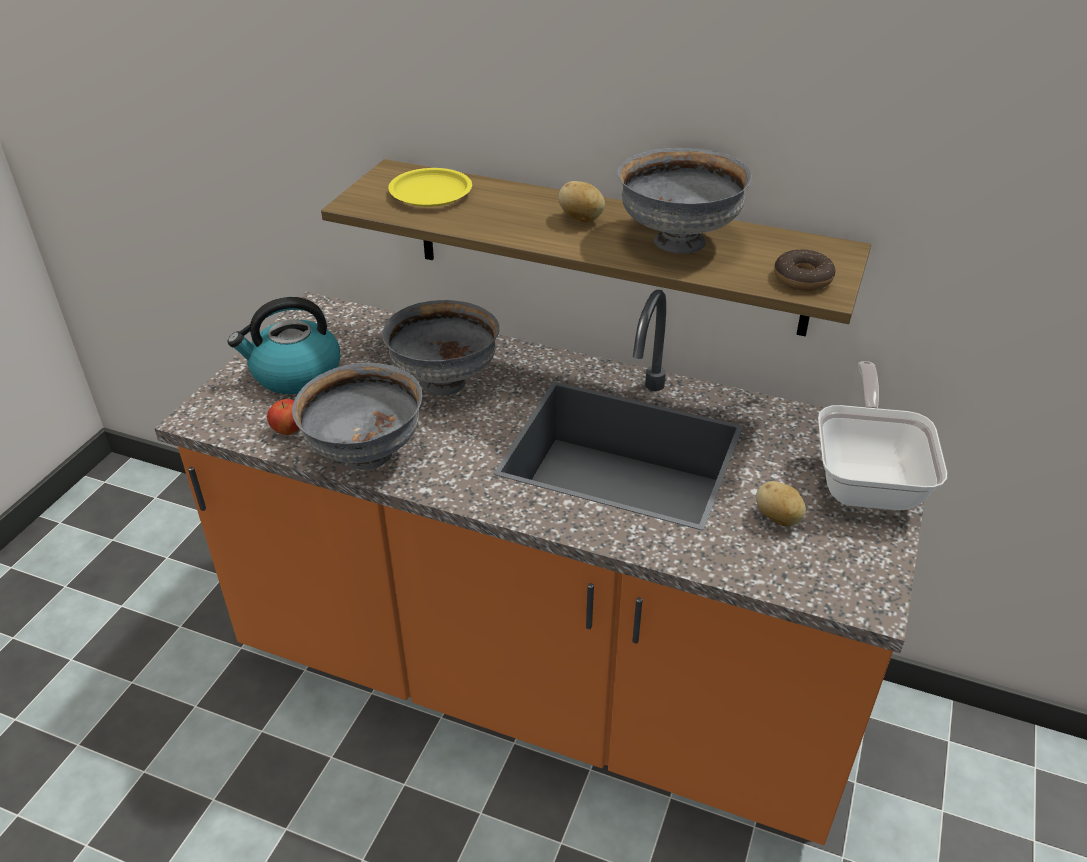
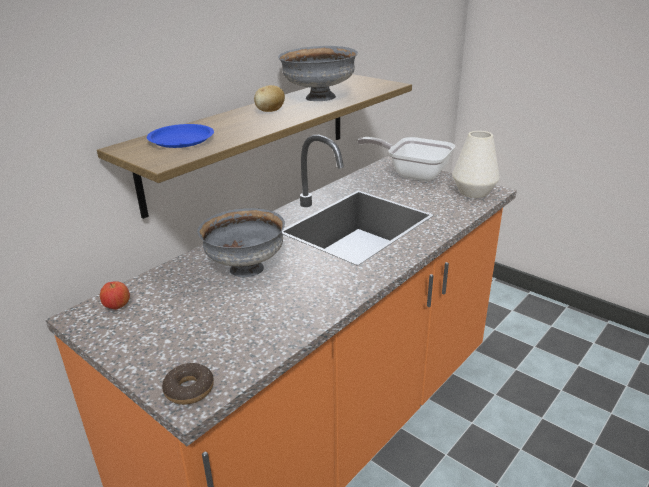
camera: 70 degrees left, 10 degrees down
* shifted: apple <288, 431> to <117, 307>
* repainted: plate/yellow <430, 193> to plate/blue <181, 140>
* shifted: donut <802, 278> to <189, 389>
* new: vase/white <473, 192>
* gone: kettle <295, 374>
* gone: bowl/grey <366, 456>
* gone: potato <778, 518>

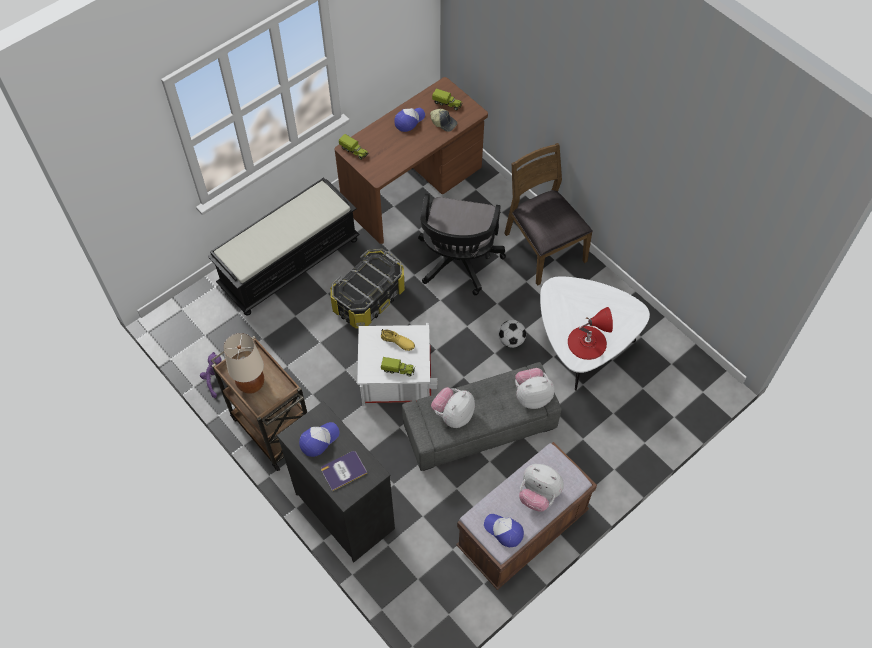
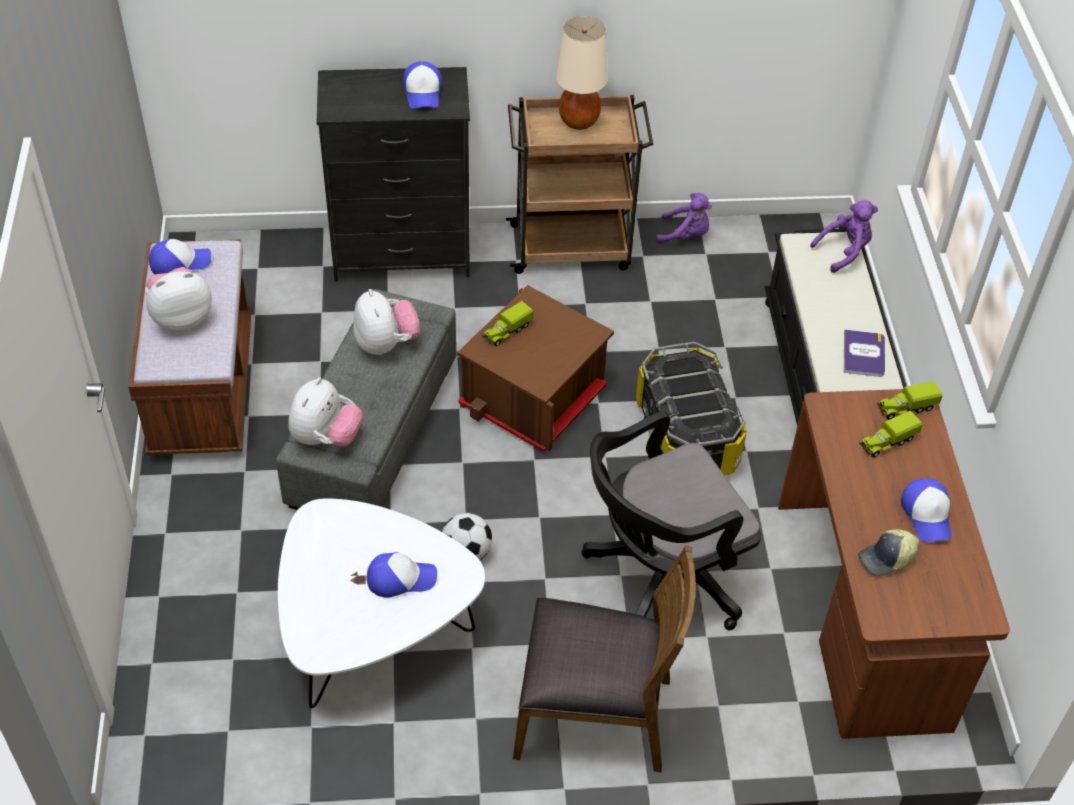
camera: 125 degrees right, 10 degrees down
* new: cap <400, 578>
* repainted: storage box/white <395, 375> to storage box/brown <535, 395>
* rotated: office chair/black <458, 264> = <660, 576> 75 degrees counterclockwise
* new: plush toy/purple <844, 251>
* shifted: book <343, 470> to <863, 354>
* shifted: toy truck <447, 104> to <887, 442>
* gone: shoe/yellow <397, 342>
* gone: table lamp/red <587, 342>

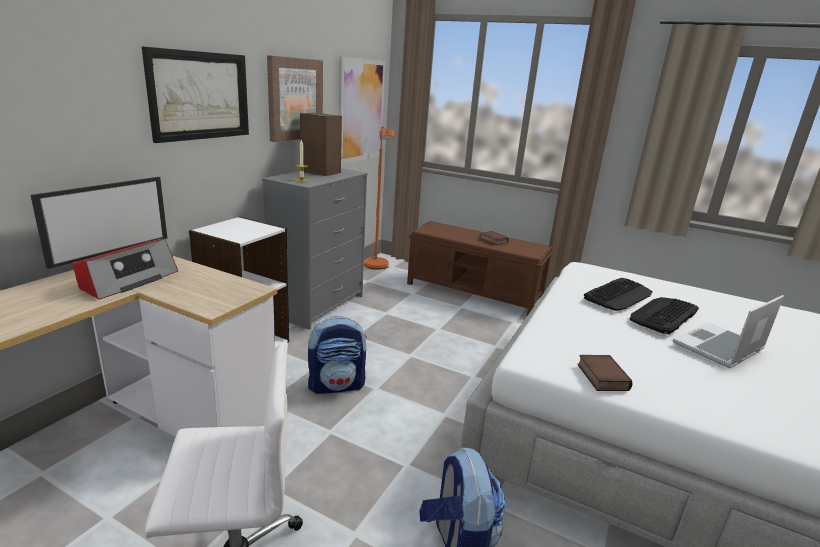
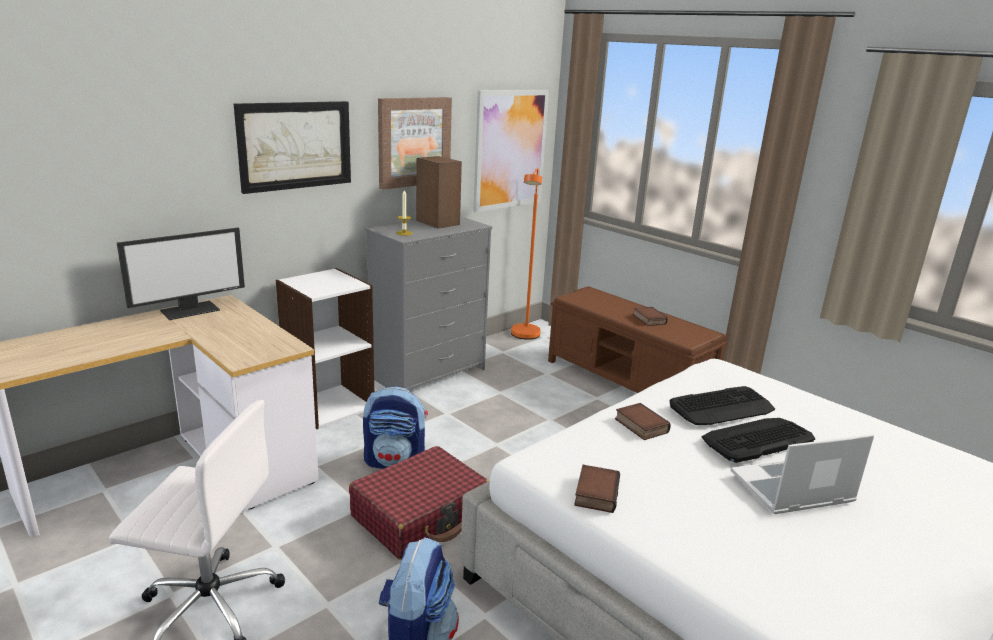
camera: 20 degrees right, 0 degrees up
* new: suitcase/red <421, 515>
* new: book <639, 425>
* gone: radio <128, 280>

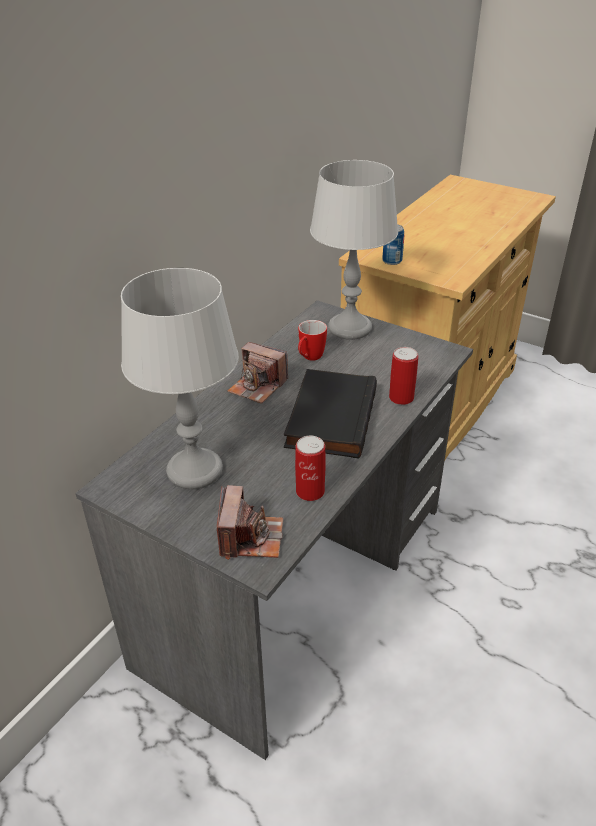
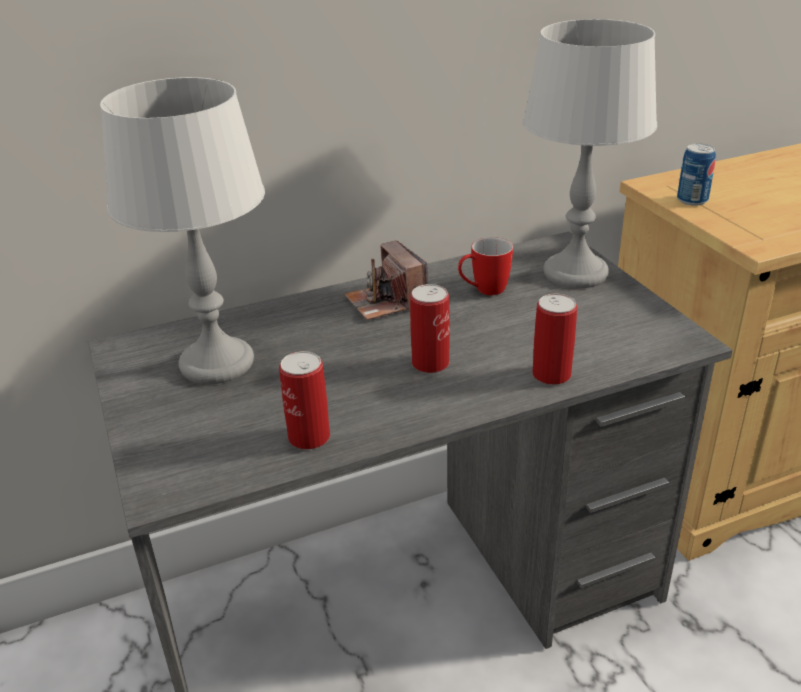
camera: 35 degrees right, 5 degrees down
* swapped: book/black <329, 417> to can <430, 363>
* gone: photo camera <250, 537>

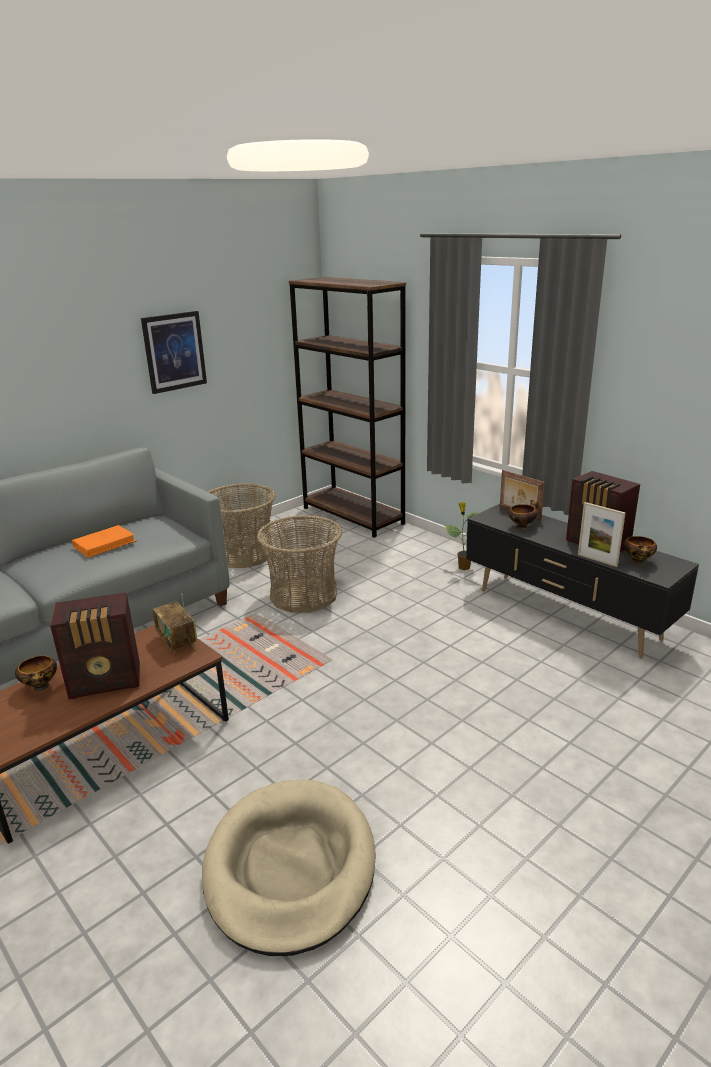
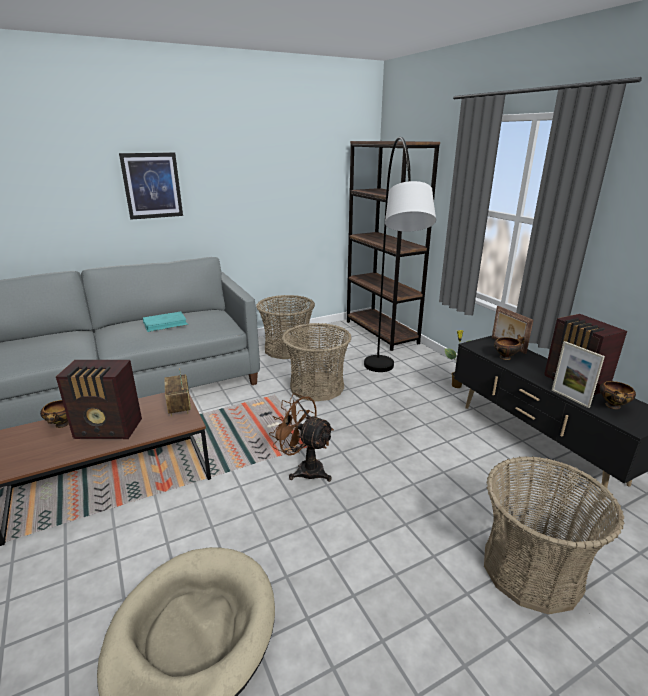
camera: 15 degrees right, 0 degrees up
* shifted: picture <174, 352> to <152, 185>
* repainted: book/orange <105, 544> to book/turquoise <165, 324>
* new: fan/brown <304, 469>
* new: floor lamp/grey <386, 394>
* new: basket <532, 570>

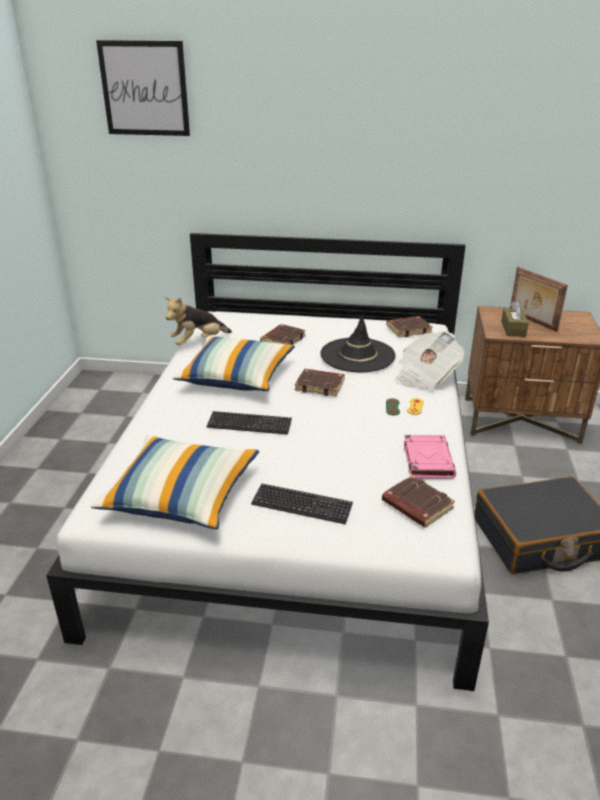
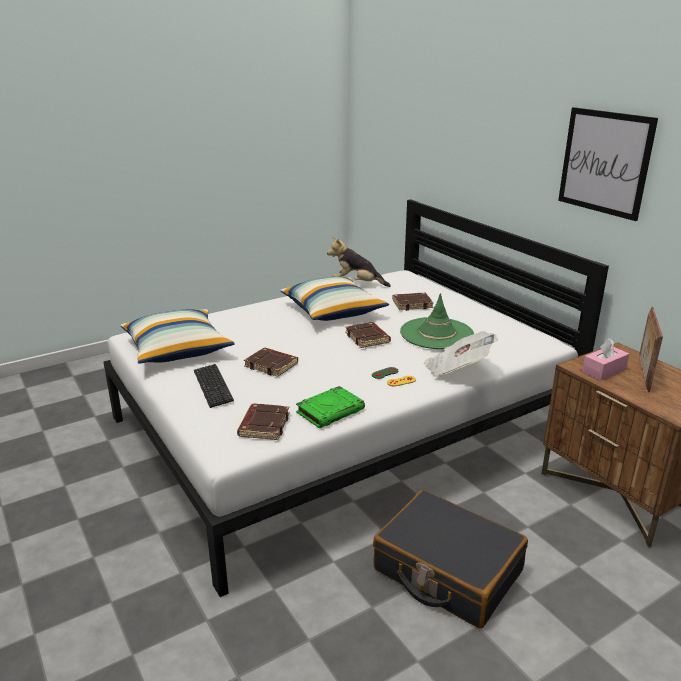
camera: 50 degrees right, 5 degrees down
* shifted: book/brown <408, 329> to <272, 365>
* repainted: book/pink <427, 460> to book/green <330, 411>
* repainted: hat/black <357, 355> to hat/green <436, 333>
* shifted: picture <144, 89> to <604, 162>
* repainted: tissue box/brown <513, 329> to tissue box/pink <604, 370>
* gone: keyboard <249, 424>

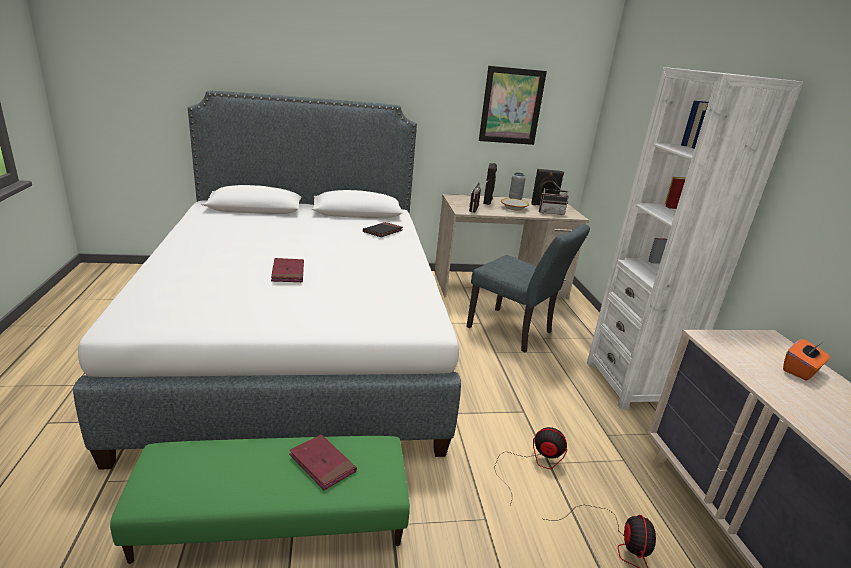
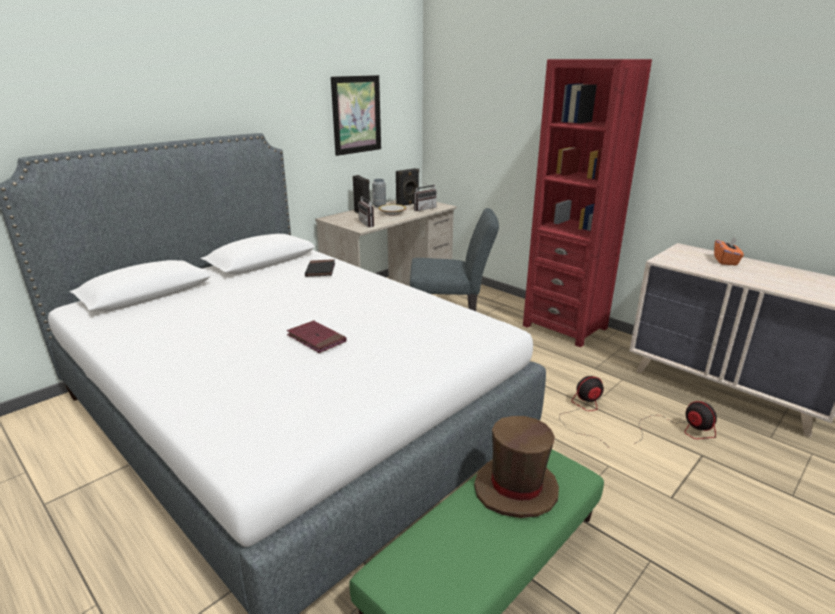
camera: 35 degrees left, 0 degrees up
* swapped: book/red <322, 464> to hat/brown <516, 489>
* repainted: bookcase/white <632, 384> to bookcase/red <565, 327>

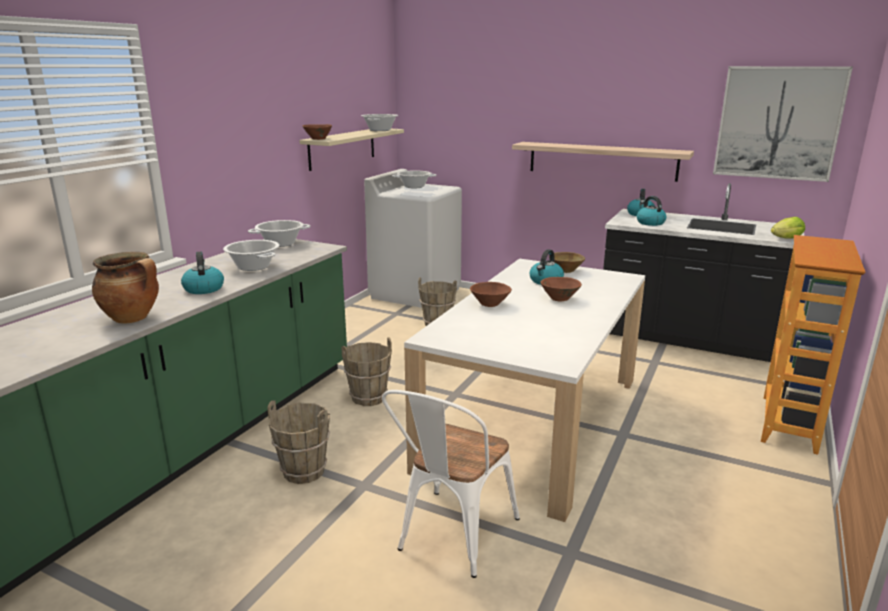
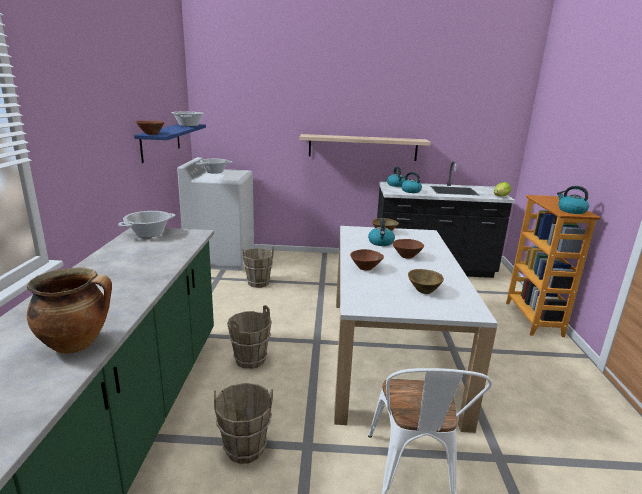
camera: 25 degrees left, 0 degrees up
* repainted: shelf/beige <342, 148> to shelf/blue <161, 141>
* new: bowl/brown <423, 290>
* shifted: kettle <203, 288> to <571, 211>
* gone: cooking pot <254, 266>
* gone: picture <778, 123>

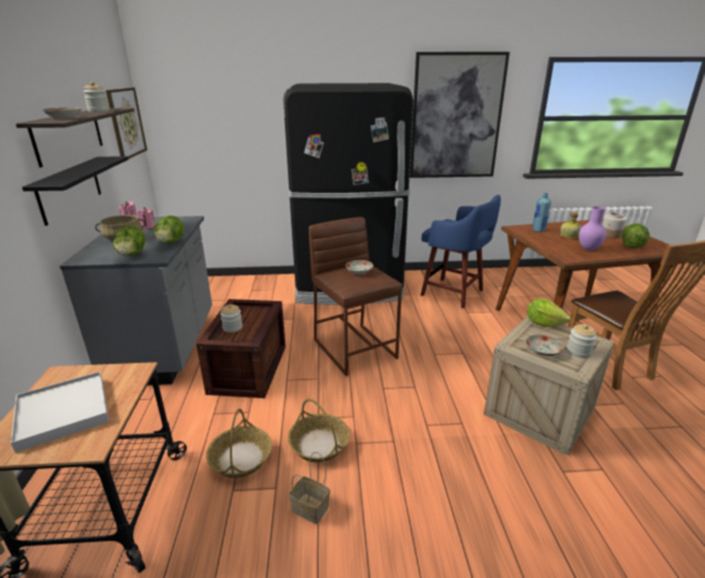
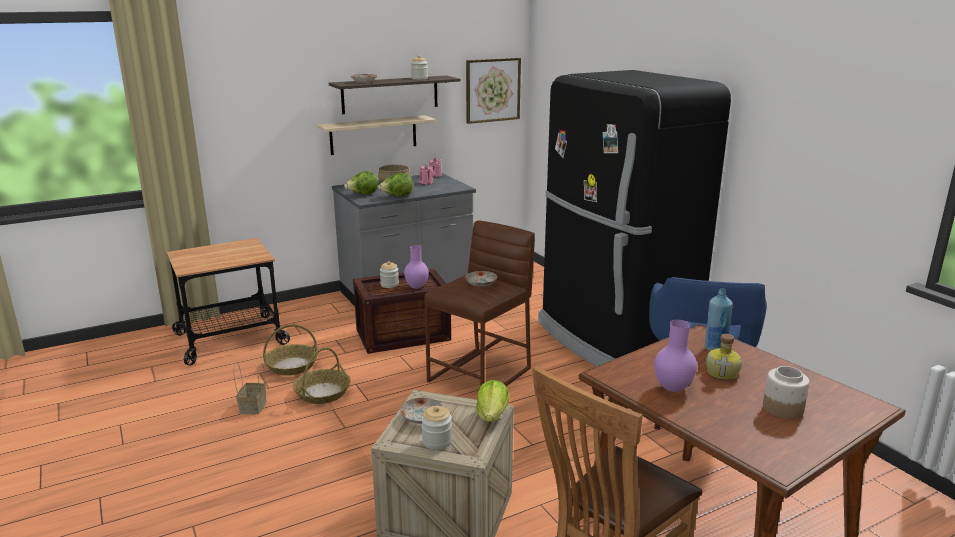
camera: 65 degrees right, 5 degrees down
* repainted: shelf/black <70, 189> to shelf/beige <373, 135>
* new: vase/purple <416, 287>
* gone: tray/white <63, 412>
* gone: picture <456, 117>
* gone: lettuce <632, 246>

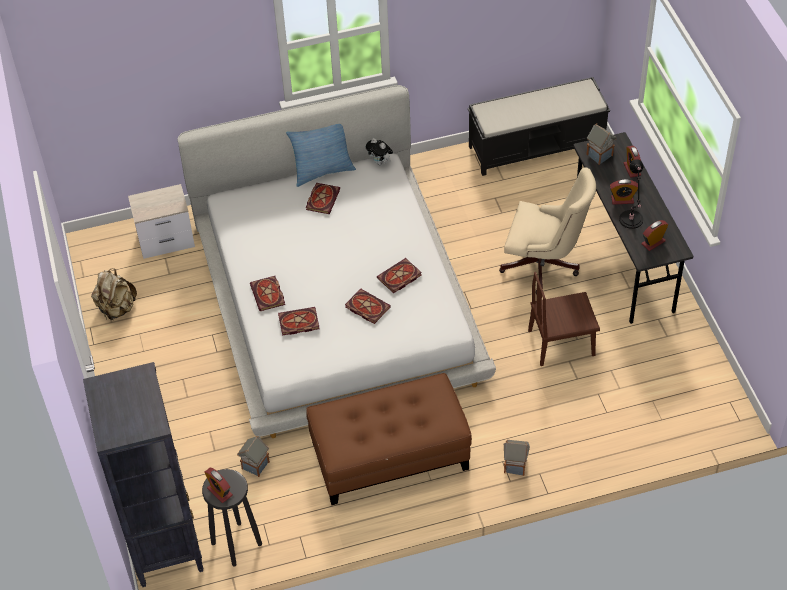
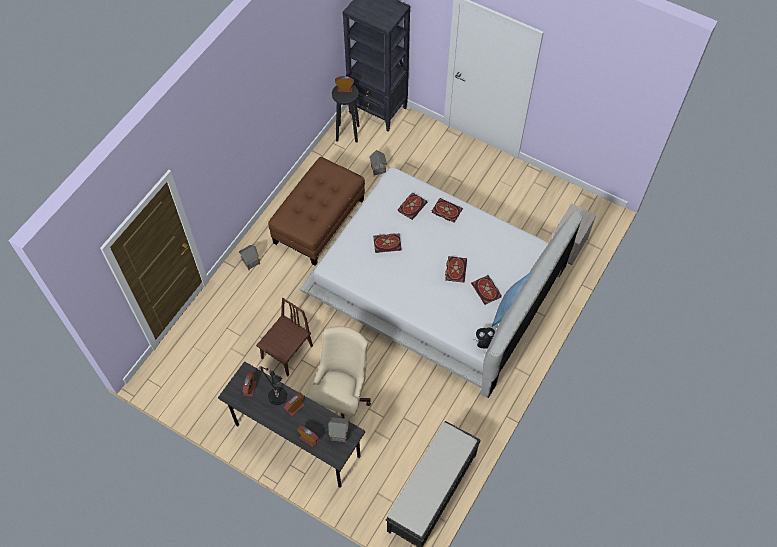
camera: 135 degrees right, 10 degrees up
* rotated: office chair/beige <544, 266> = <341, 397> 135 degrees clockwise
* shifted: book <399, 277> to <455, 269>
* gone: backpack/beige <116, 308>

